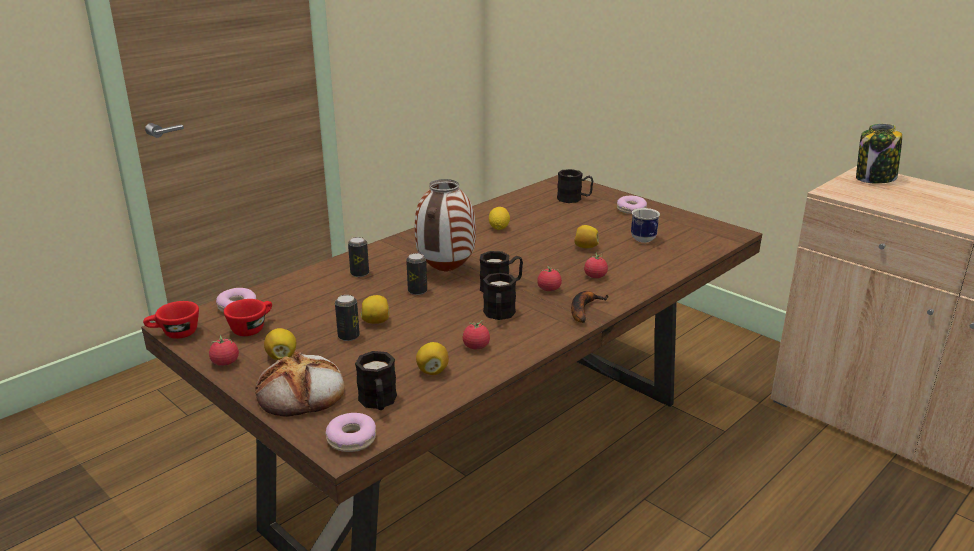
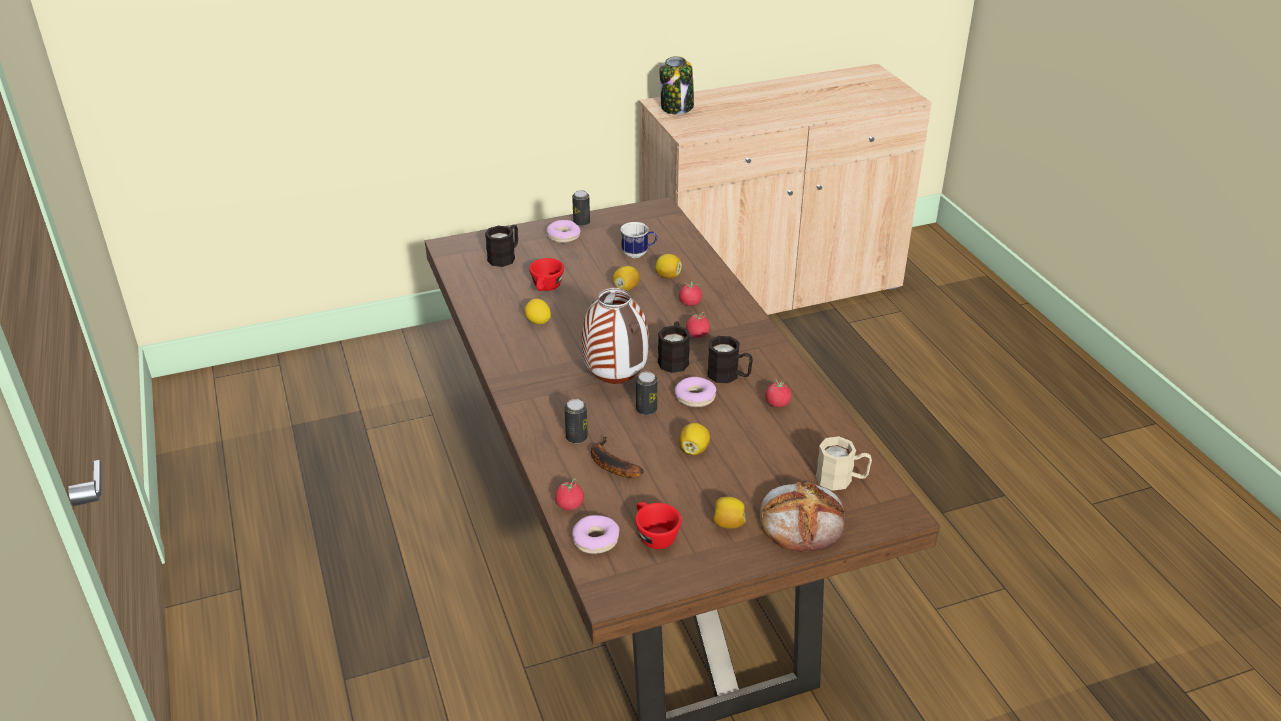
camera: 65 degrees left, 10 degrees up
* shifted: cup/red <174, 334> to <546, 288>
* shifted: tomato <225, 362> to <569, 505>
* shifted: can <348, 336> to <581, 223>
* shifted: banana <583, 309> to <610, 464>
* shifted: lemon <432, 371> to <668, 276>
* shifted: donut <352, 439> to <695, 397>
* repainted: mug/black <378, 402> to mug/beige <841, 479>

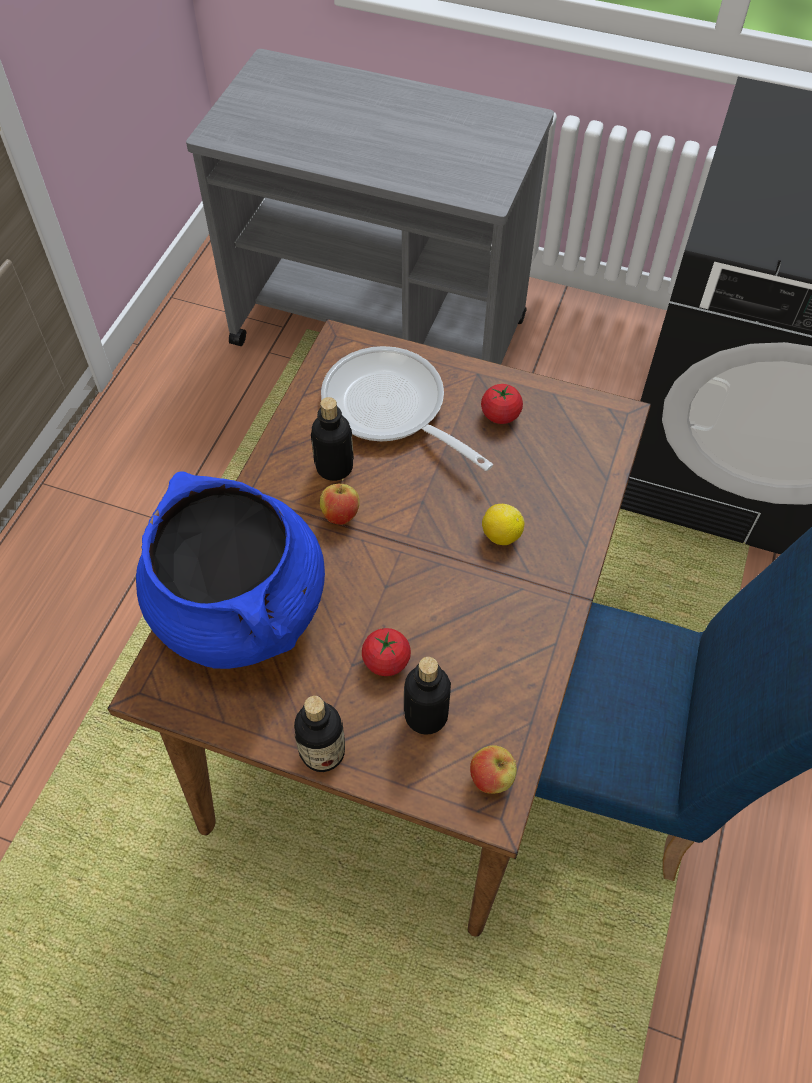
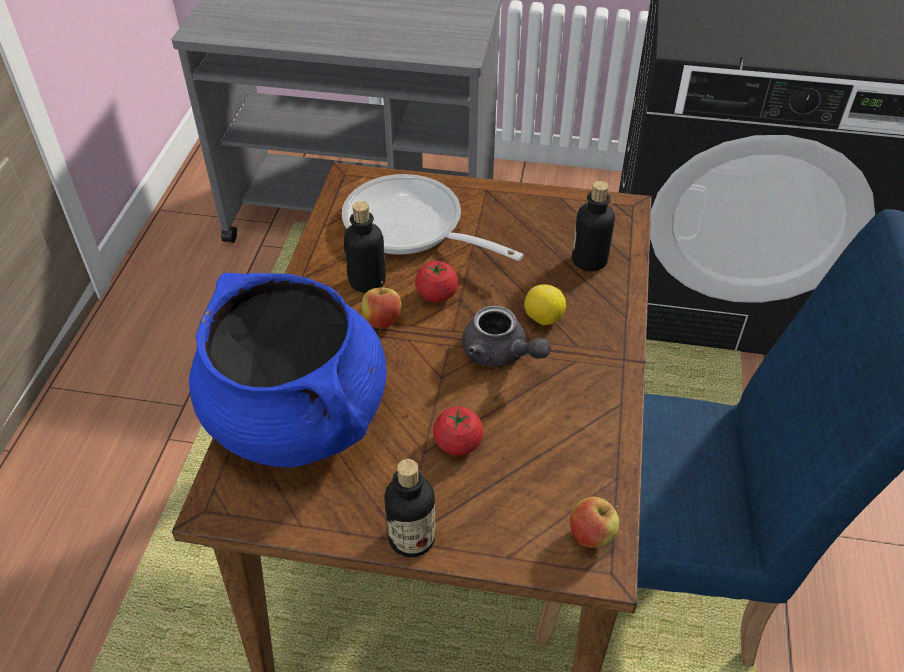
camera: 10 degrees left, 10 degrees down
* shifted: tomato <500, 415> to <436, 294>
* new: teapot/grey <500, 354>
* shifted: bottle <426, 715> to <589, 260>

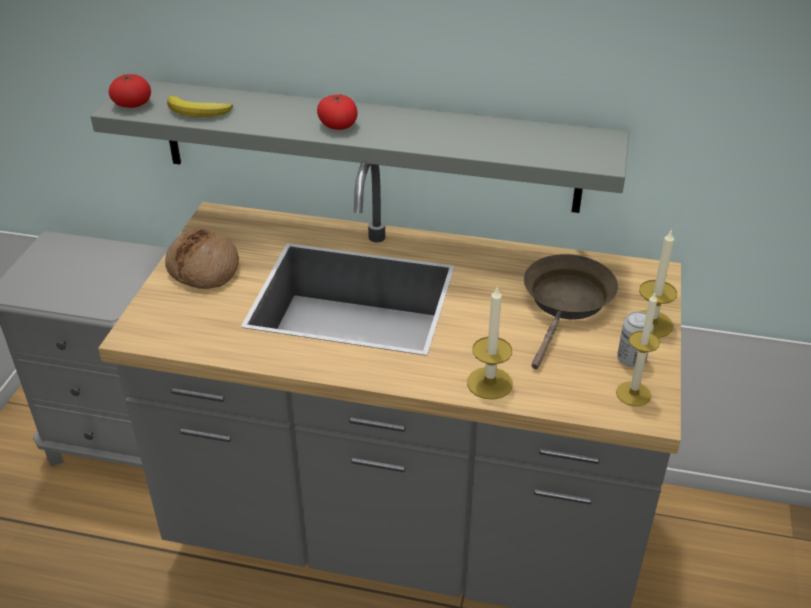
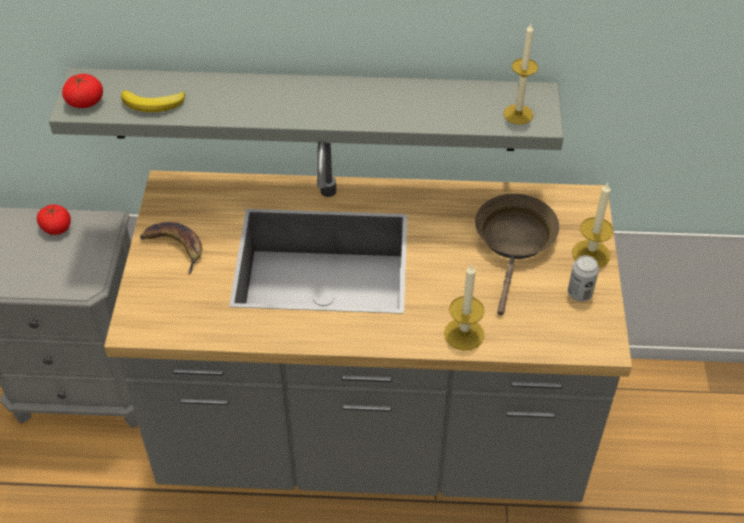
camera: 10 degrees left, 10 degrees up
* shifted: tomato <338, 125> to <56, 227>
* swapped: bread <204, 268> to banana <175, 247>
* shifted: candle <633, 394> to <518, 114>

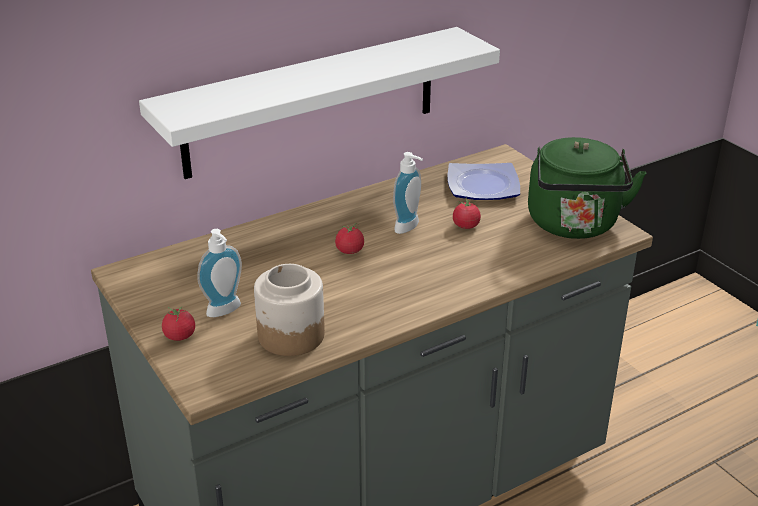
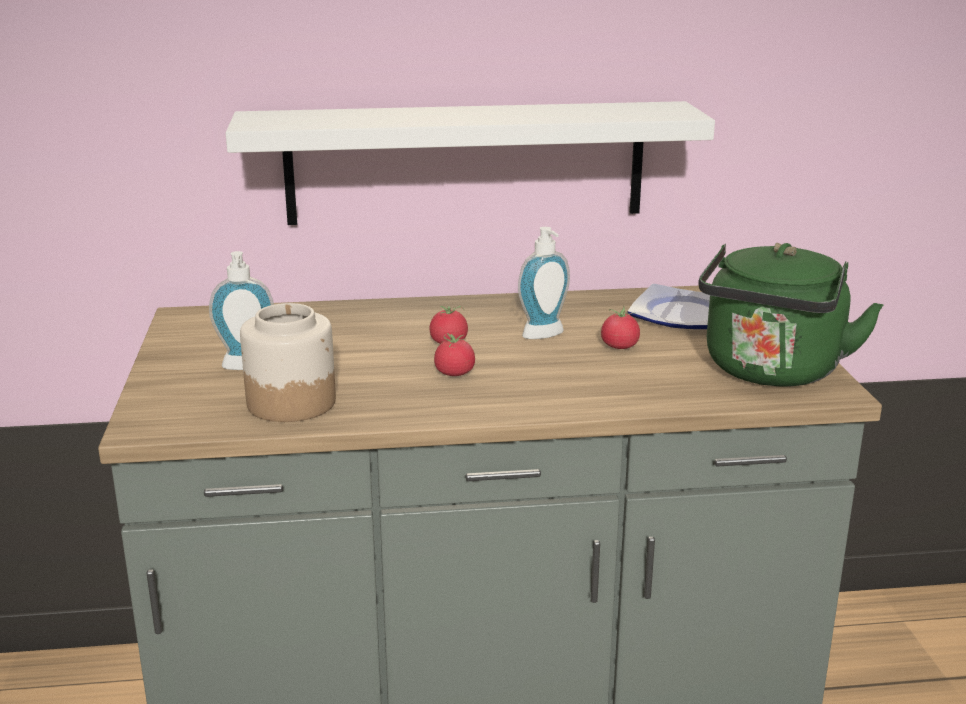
camera: 25 degrees right, 10 degrees down
* shifted: tomato <180, 336> to <454, 374>

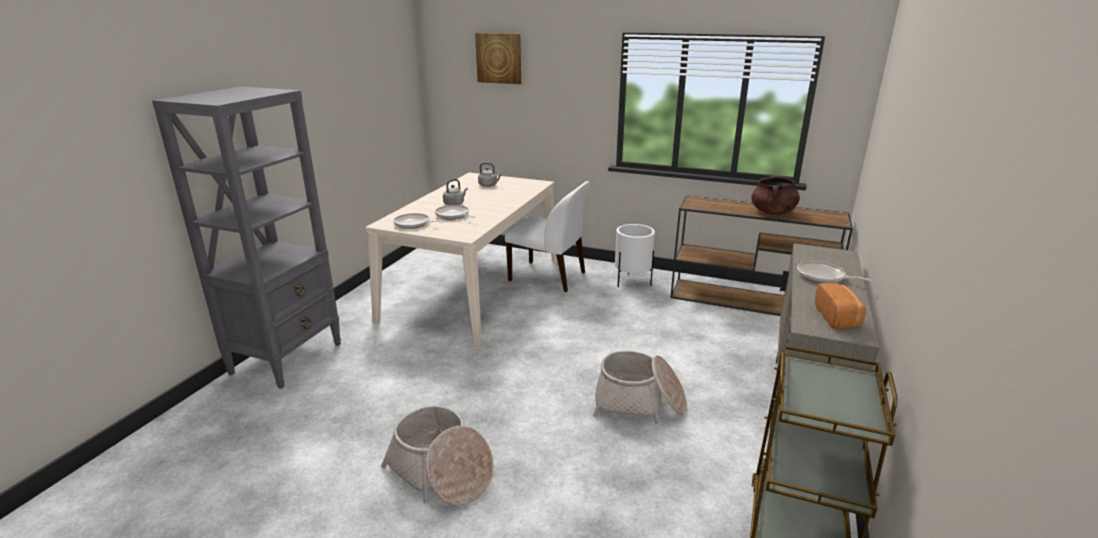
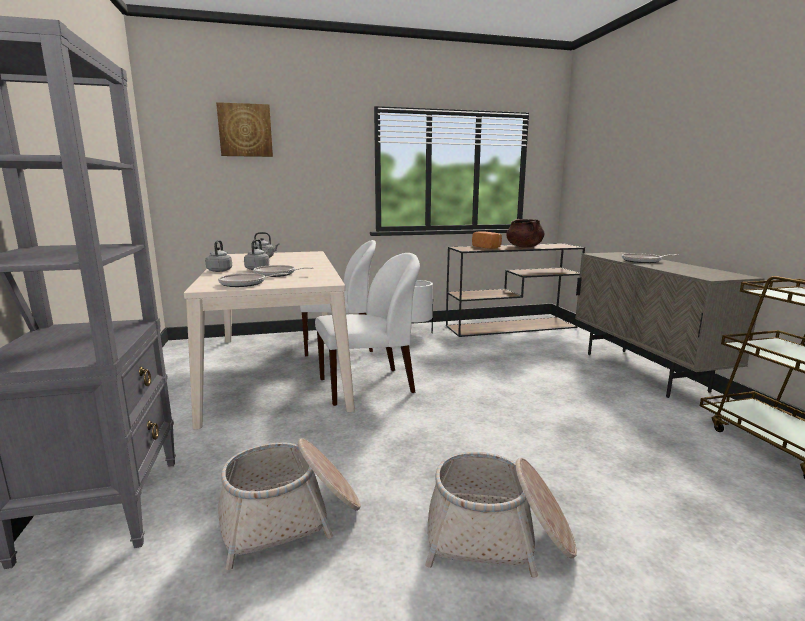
camera: 35 degrees left, 10 degrees down
* new: kettle/grey <220, 270>
* shifted: basket <639, 402> to <291, 517>
* new: chair/white <368, 386>
* shifted: bread <838, 317> to <487, 247>

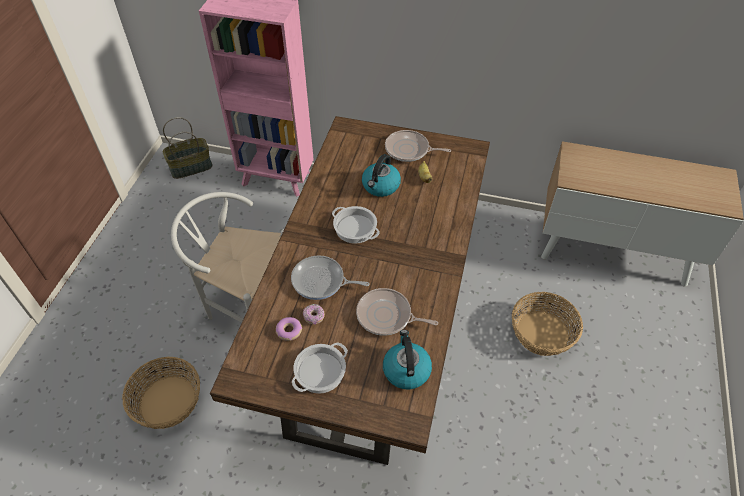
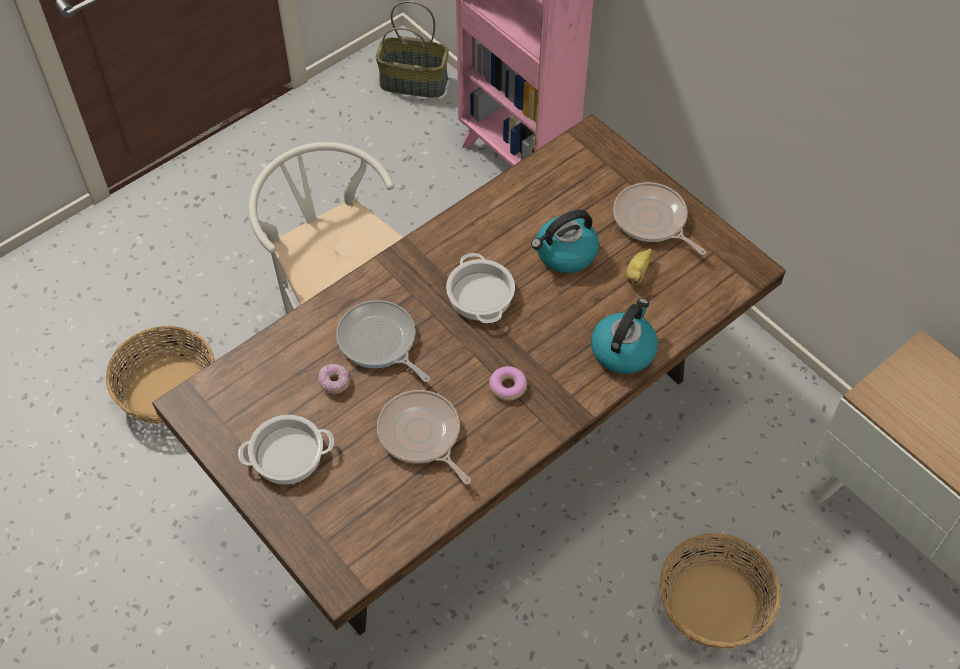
camera: 35 degrees right, 5 degrees up
* shifted: donut <289, 331> to <507, 386>
* shifted: kettle <406, 370> to <623, 350>

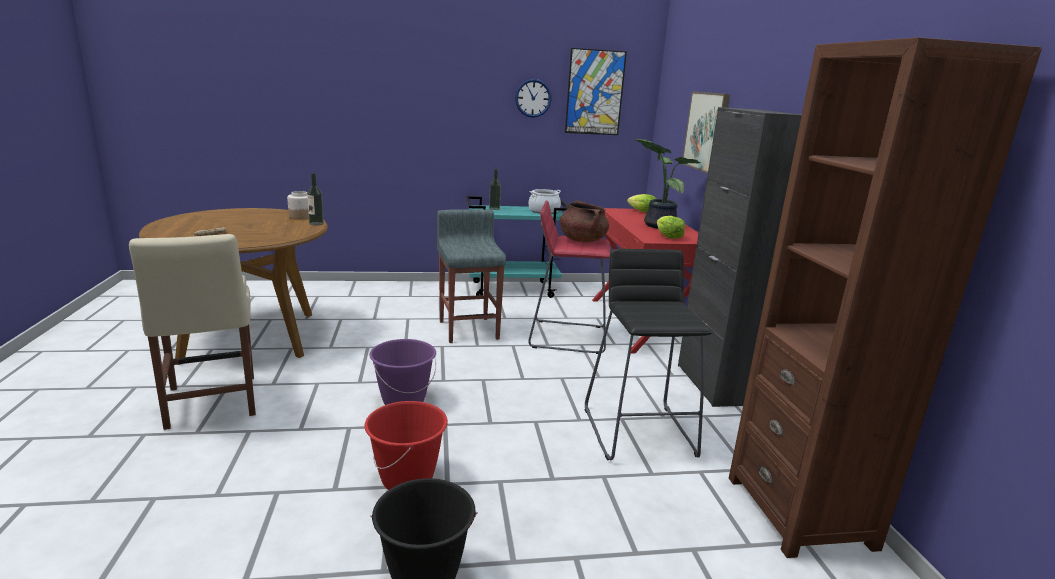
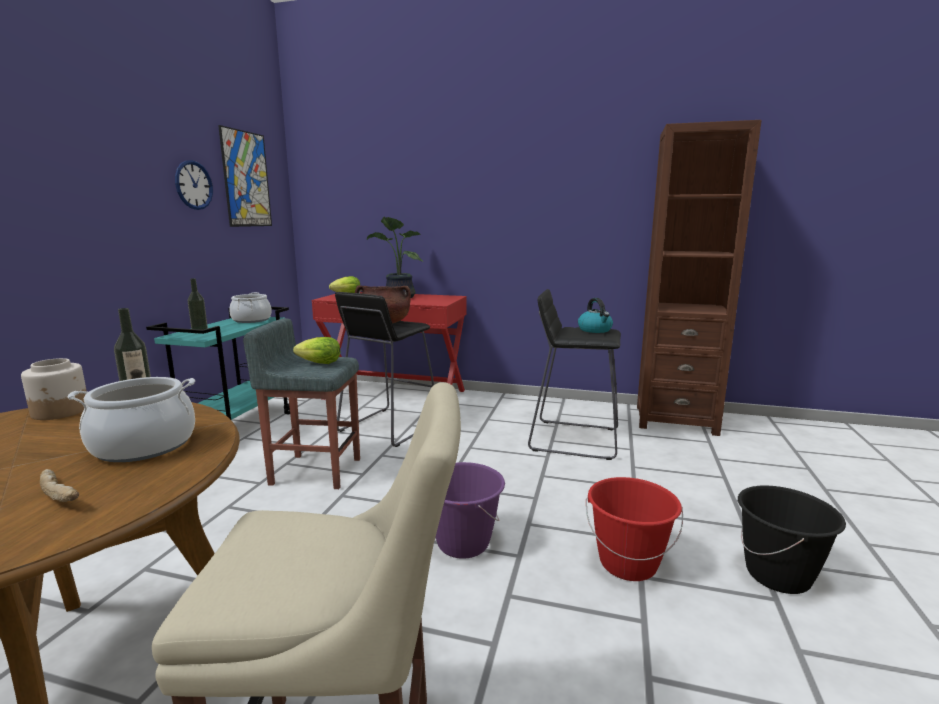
camera: 65 degrees left, 5 degrees down
* new: cooking pot <144, 445>
* shifted: lettuce <668, 236> to <320, 363>
* repainted: stool/red <566, 336> to stool/black <388, 427>
* new: kettle <595, 330>
* gone: cabinet/black <711, 384>
* gone: picture <706, 131>

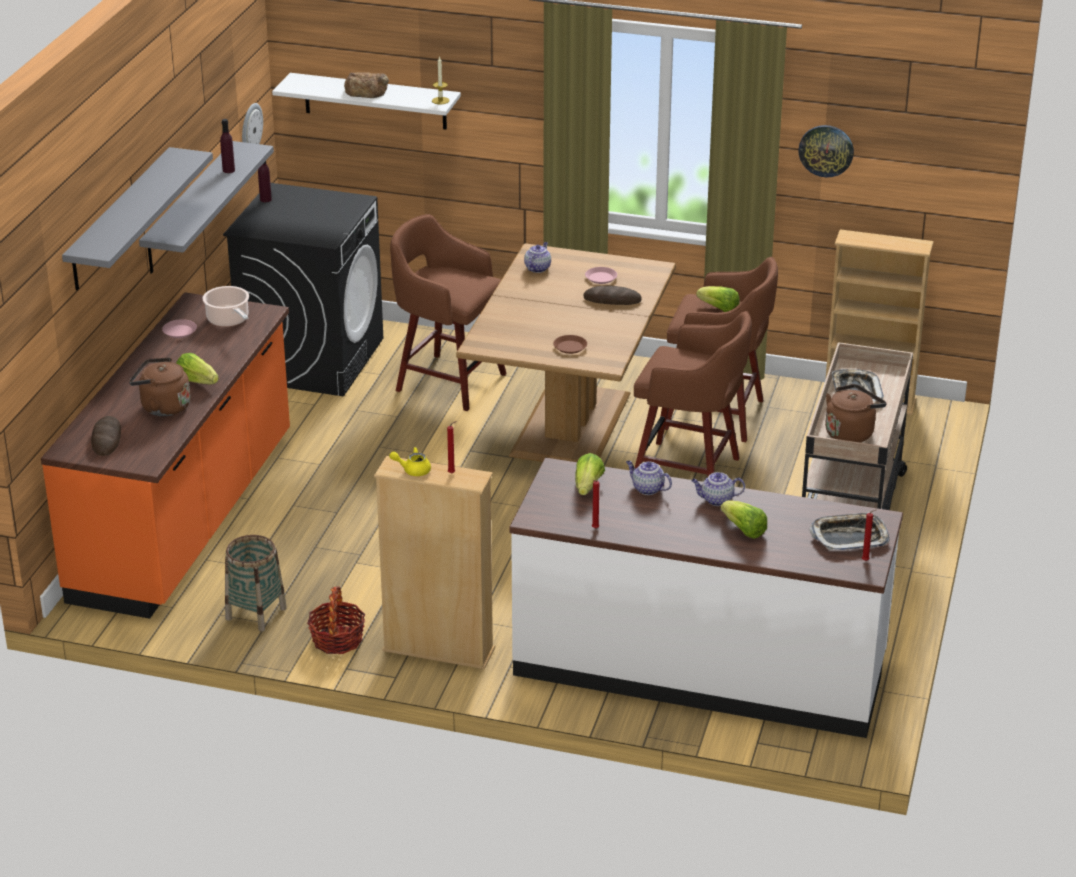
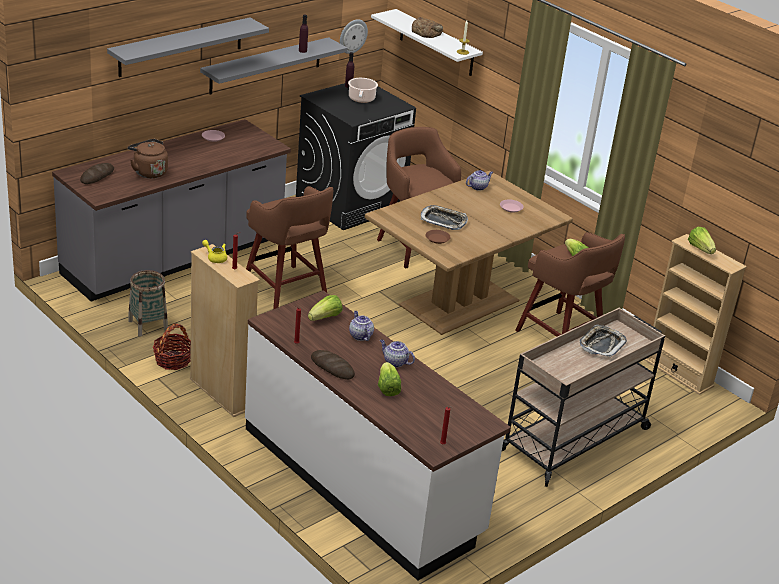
camera: 30 degrees right, 0 degrees up
* repainted: counter/orange <186, 519> to counter/grey <175, 258>
* shifted: stool/brown <689, 473> to <286, 289>
* shifted: bread <612, 300> to <332, 367>
* shifted: cooking pot <229, 320> to <361, 99>
* shifted: tray <849, 537> to <443, 221>
* shifted: lettuce <197, 381> to <700, 249>
* gone: wall clock <826, 150>
* gone: kettle/brown <851, 433>

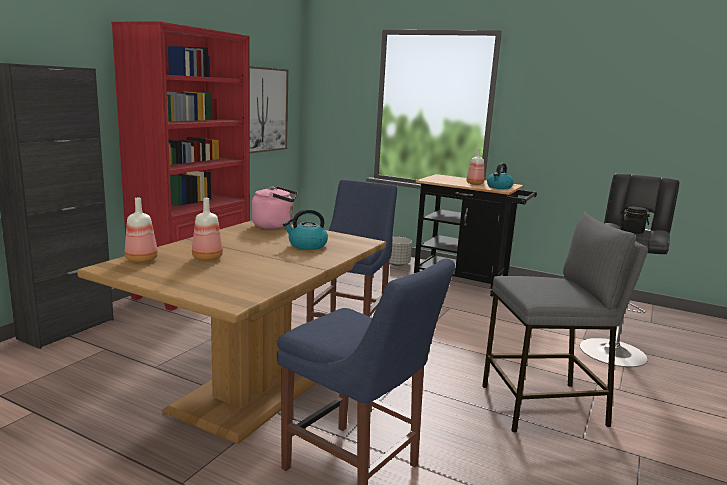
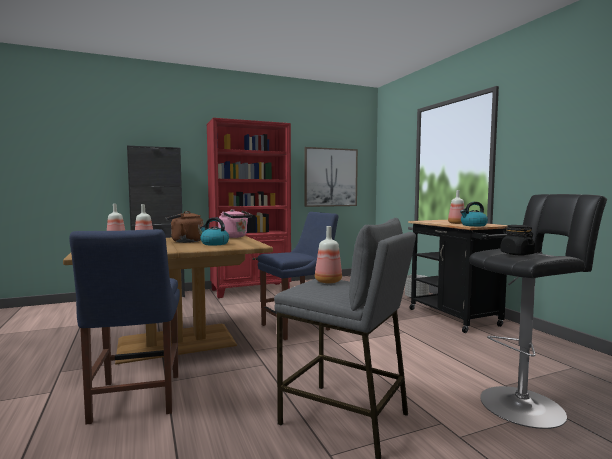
camera: 40 degrees right, 10 degrees down
* new: kettle/brown <185, 241>
* new: bottle <327, 281>

